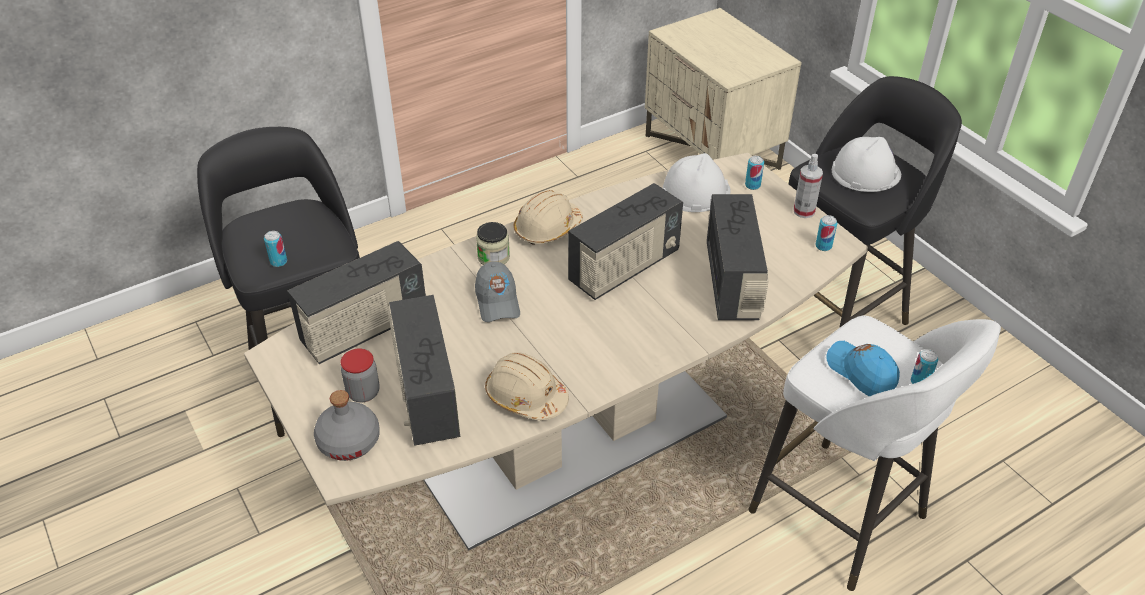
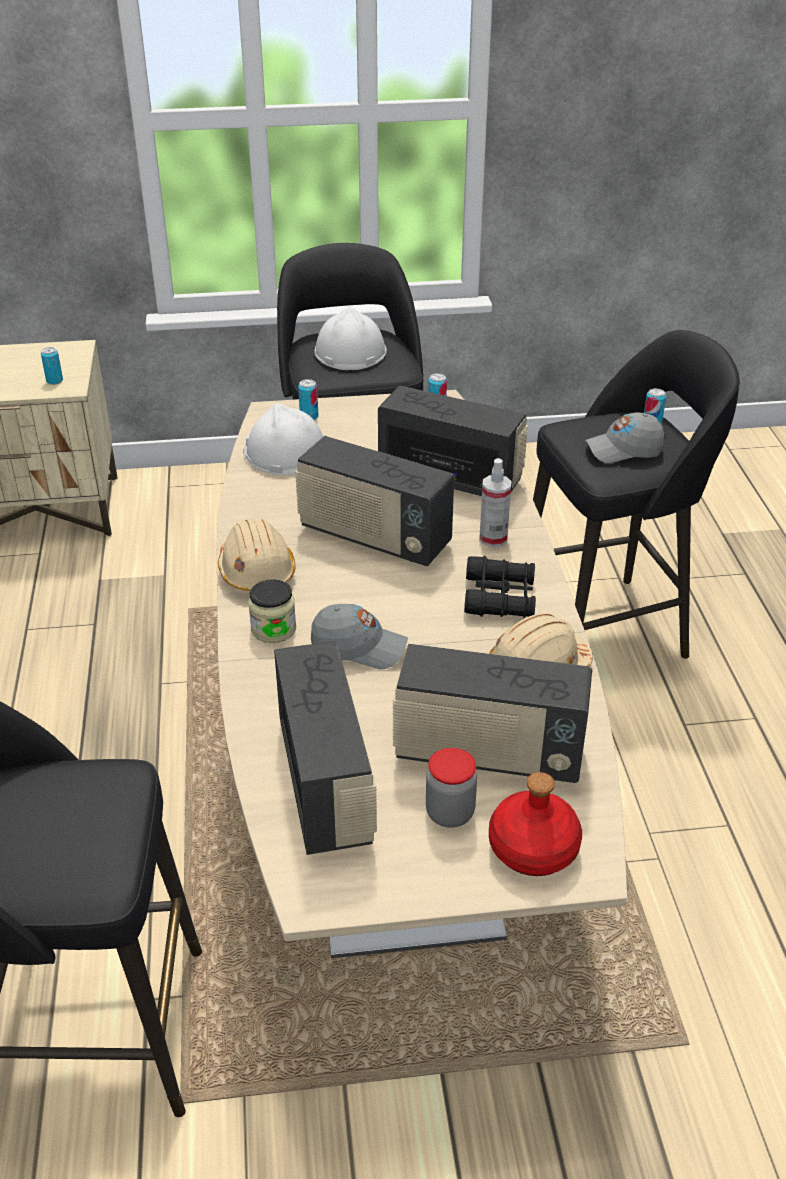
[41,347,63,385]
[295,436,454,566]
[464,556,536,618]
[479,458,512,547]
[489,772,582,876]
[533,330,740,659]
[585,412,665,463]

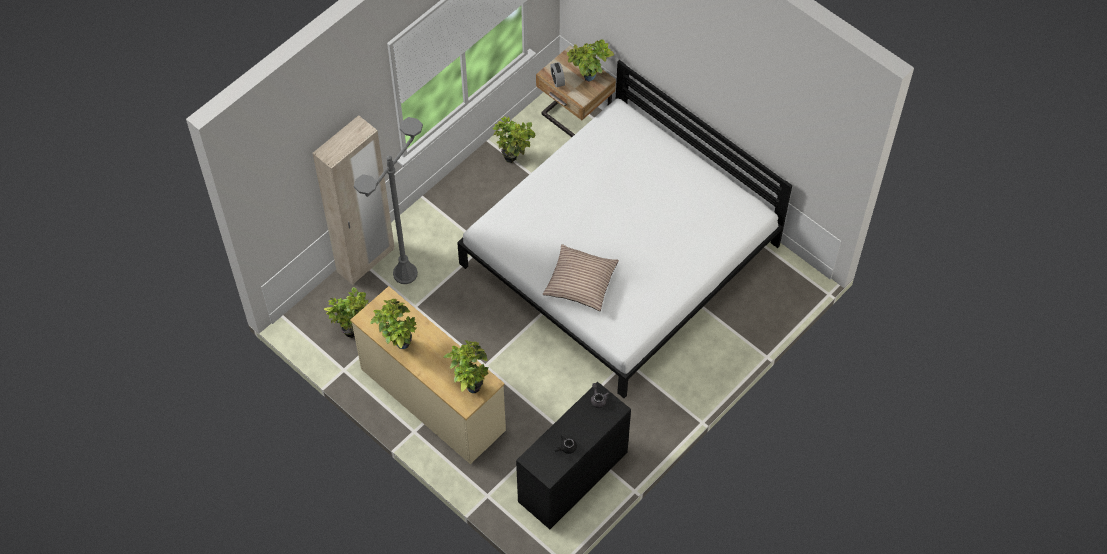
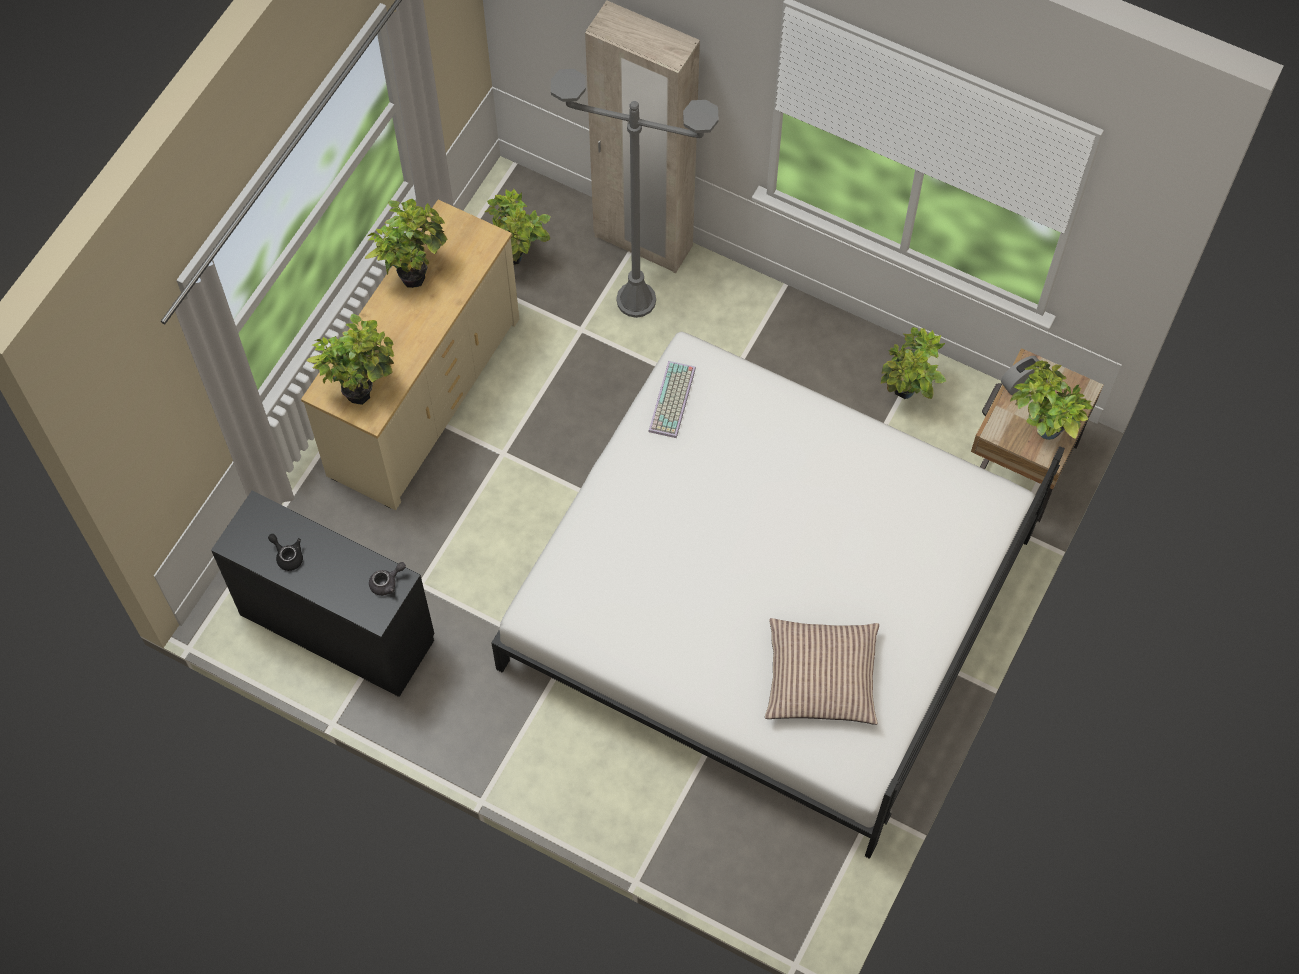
[648,361,696,438]
[765,618,879,725]

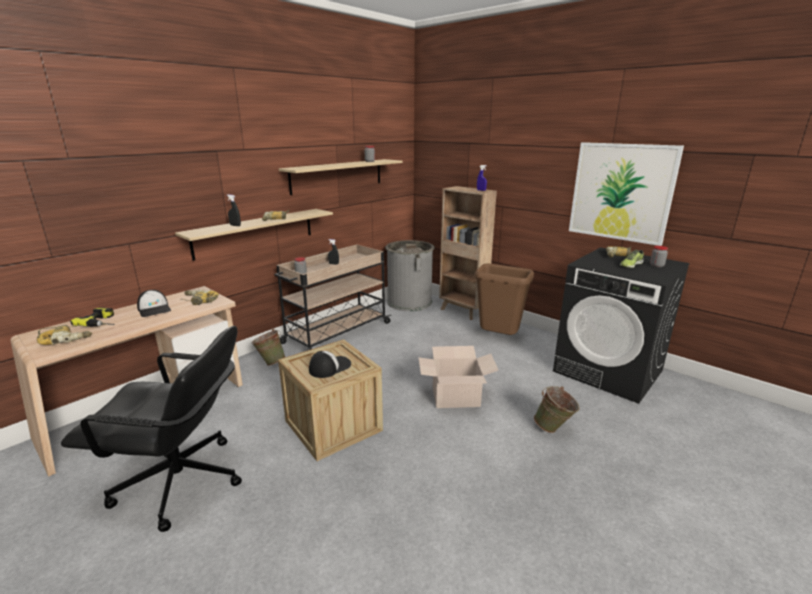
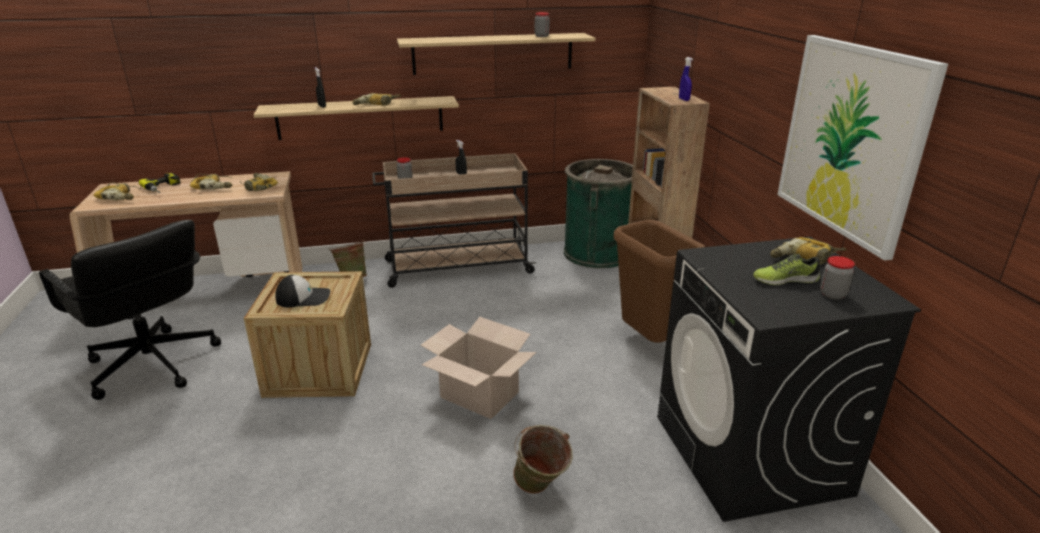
[190,174,232,190]
[564,159,633,269]

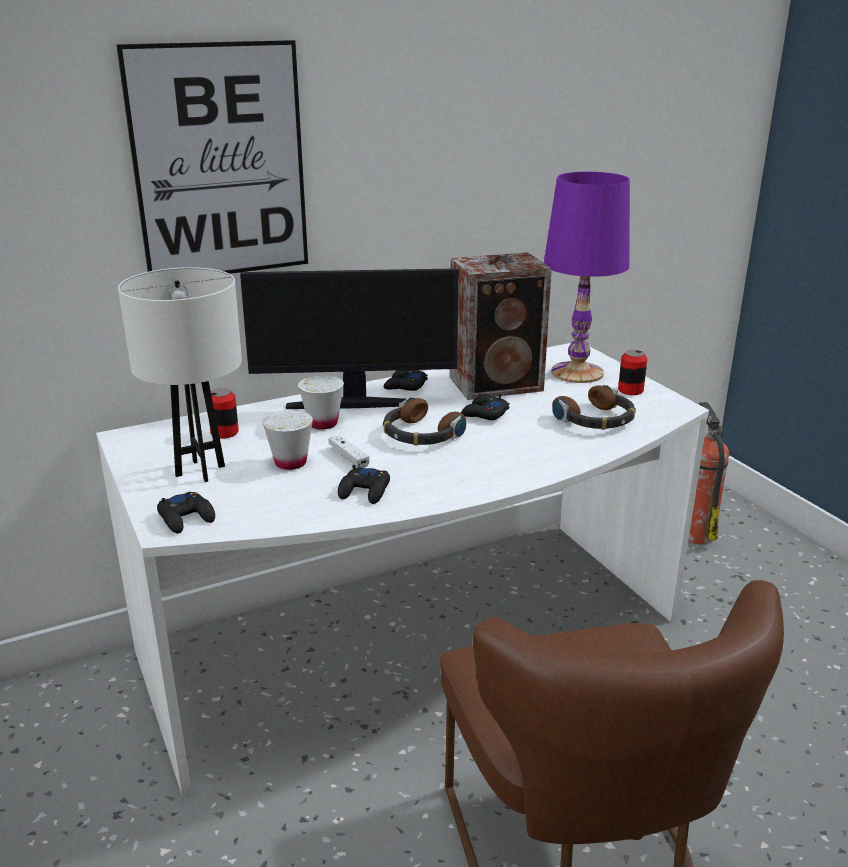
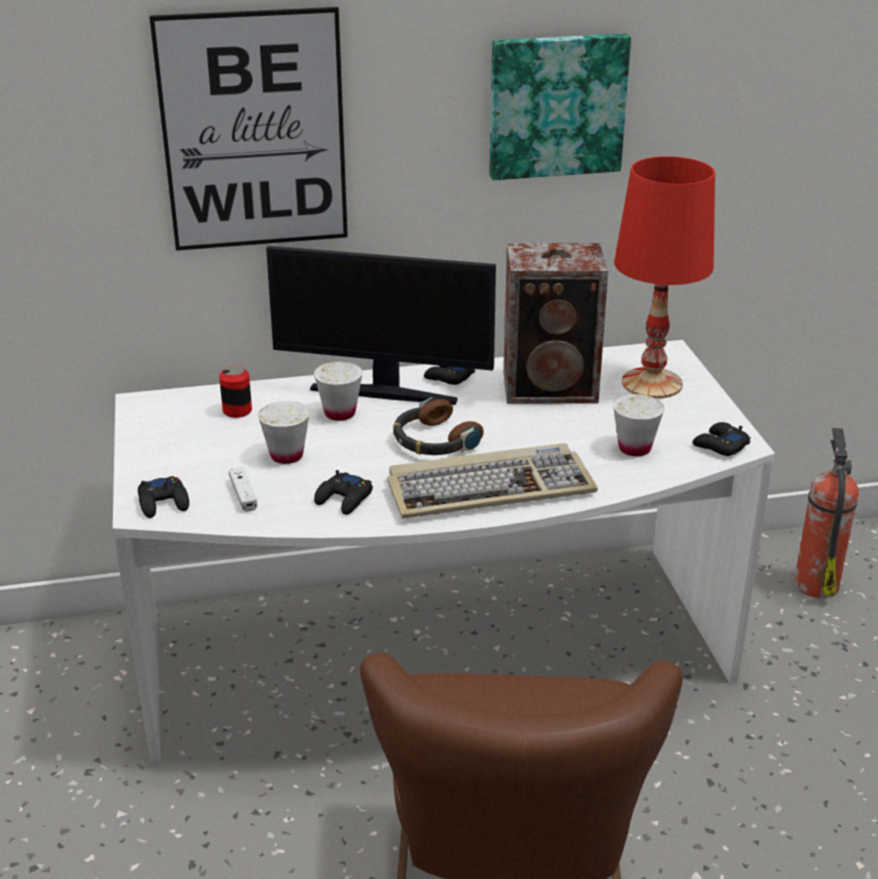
[229,467,257,512]
[387,443,598,519]
[489,34,631,180]
[613,394,665,456]
[614,156,715,399]
[692,422,751,456]
[118,267,242,482] (first image)
[618,350,647,395] (first image)

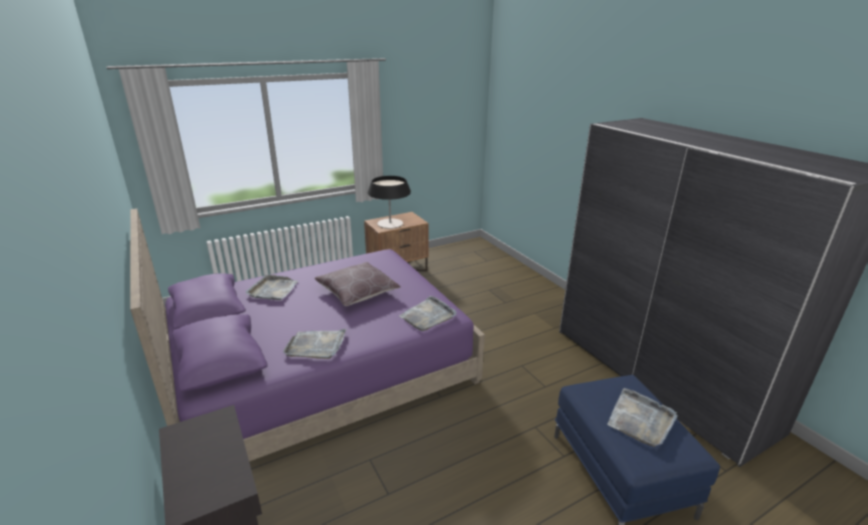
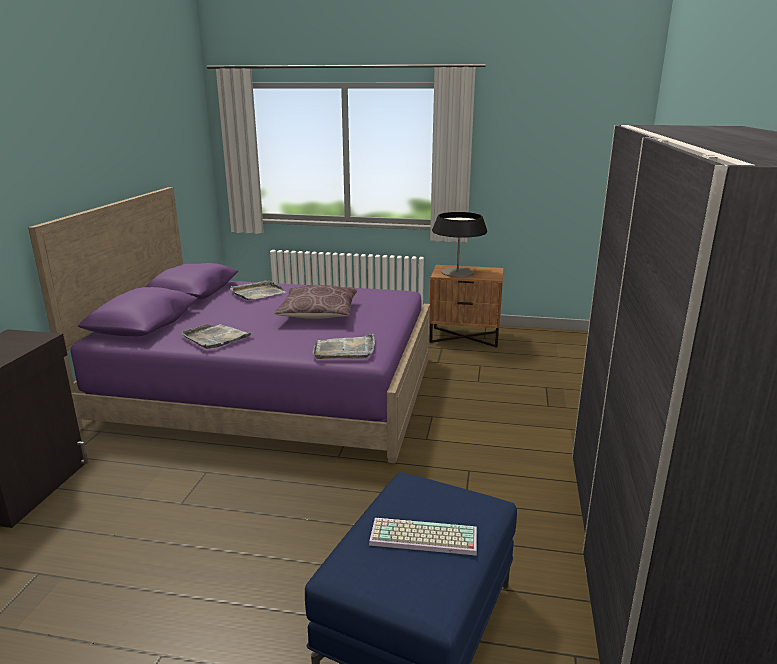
[369,518,477,556]

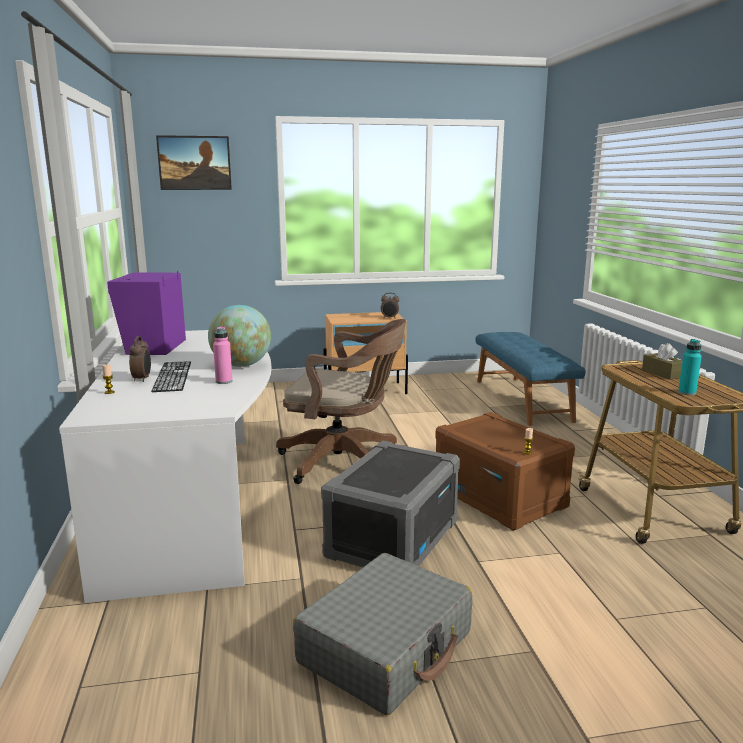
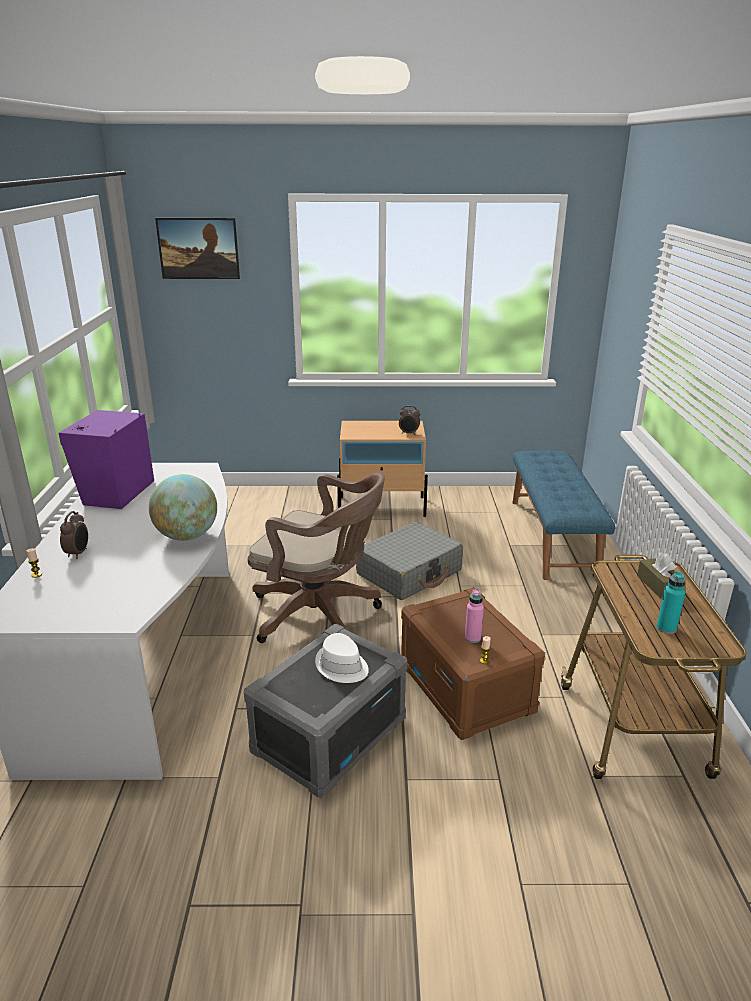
[315,633,369,683]
[356,522,463,600]
[465,589,484,643]
[151,361,191,392] (first image)

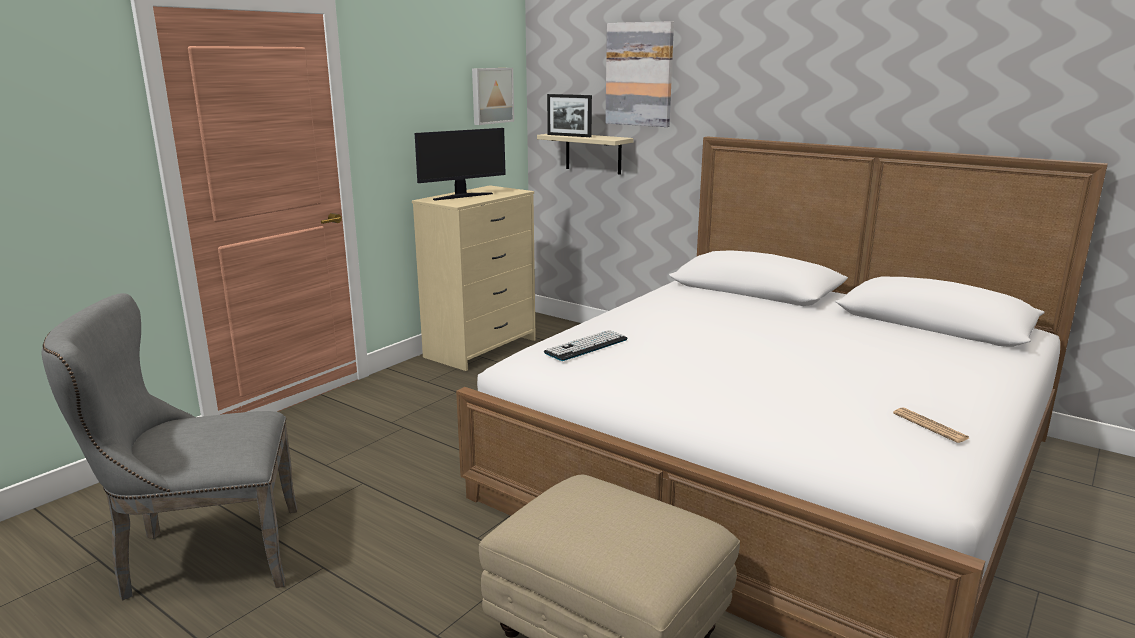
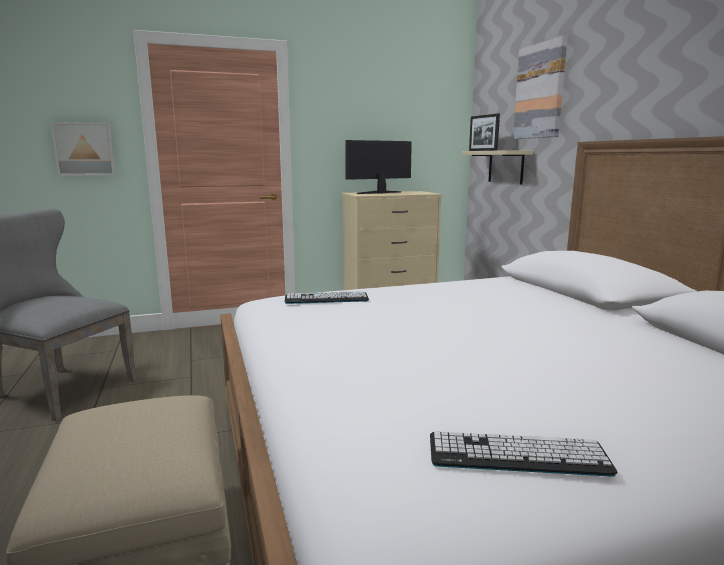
[50,122,116,176]
[345,140,412,194]
[430,431,617,477]

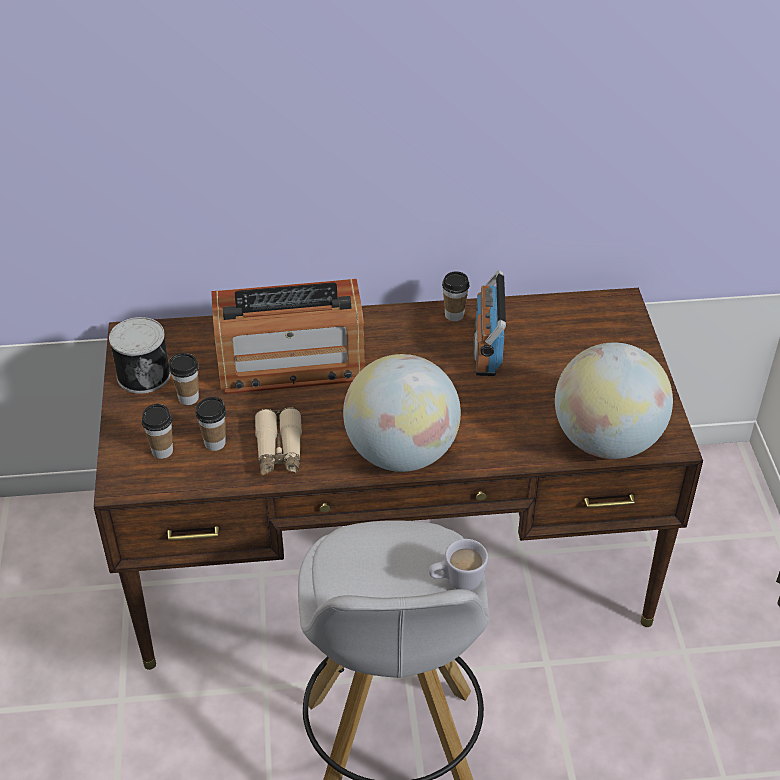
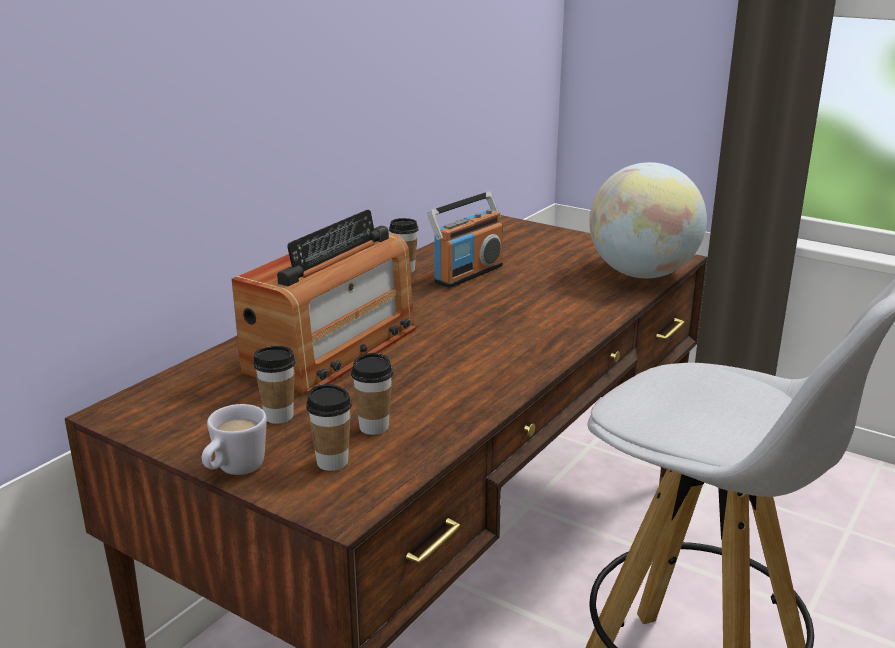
[202,404,267,475]
[427,191,503,288]
[109,317,171,394] (first image)
[255,408,302,475] (first image)
[343,354,461,472] (first image)

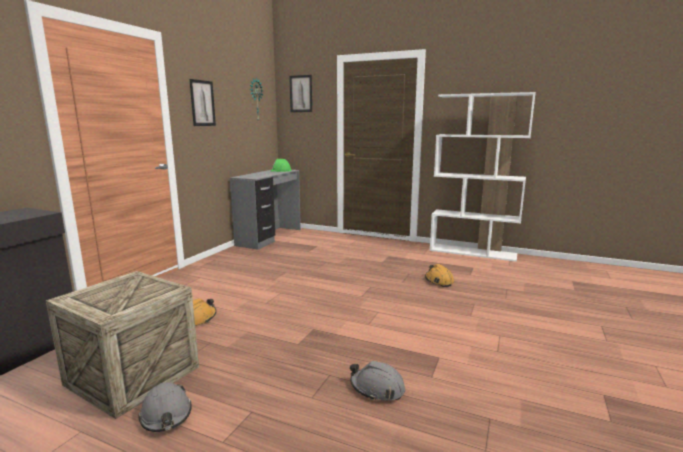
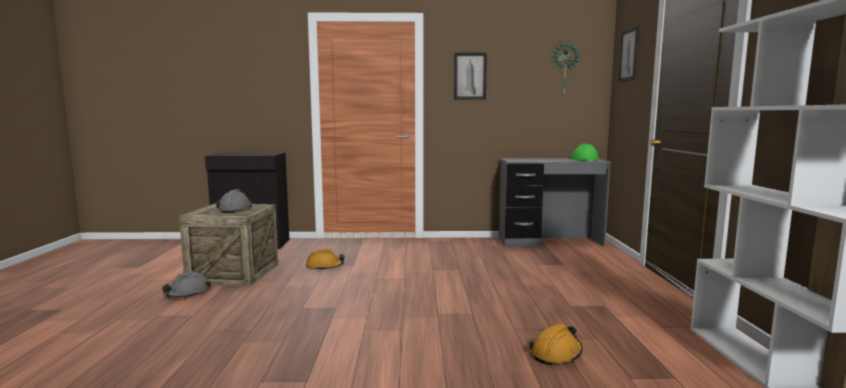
[216,189,252,213]

